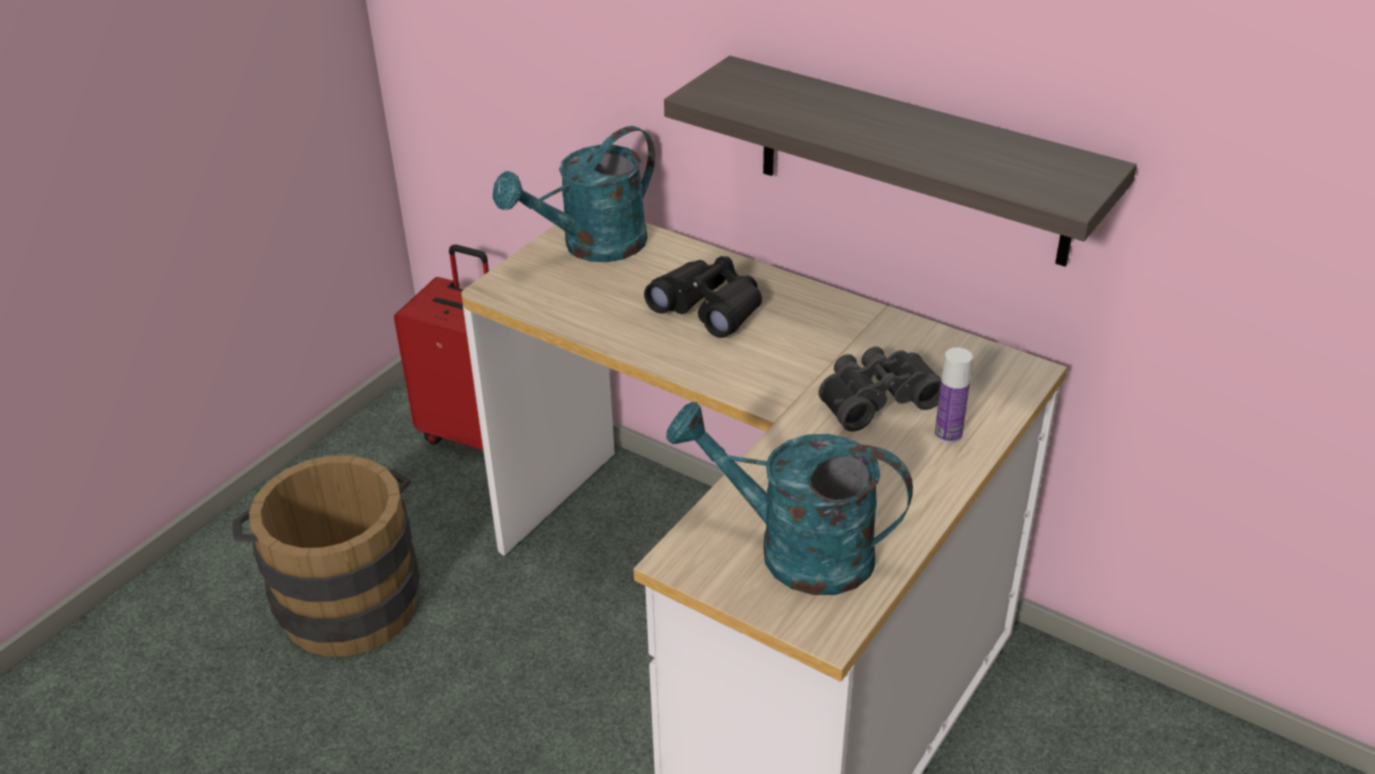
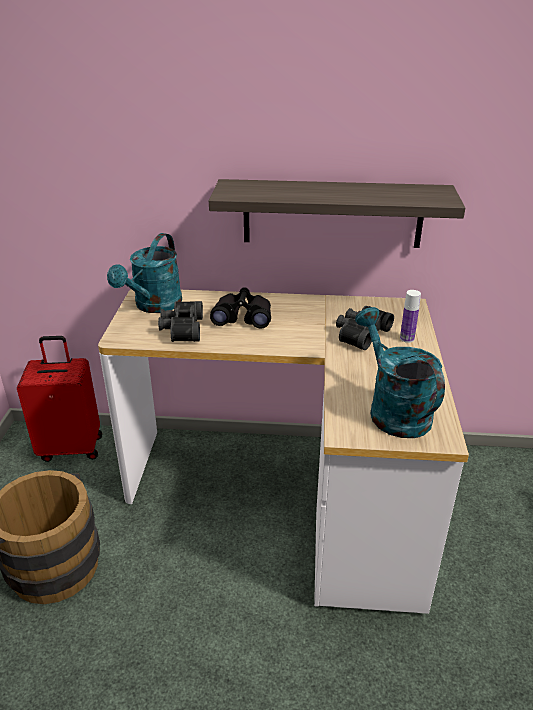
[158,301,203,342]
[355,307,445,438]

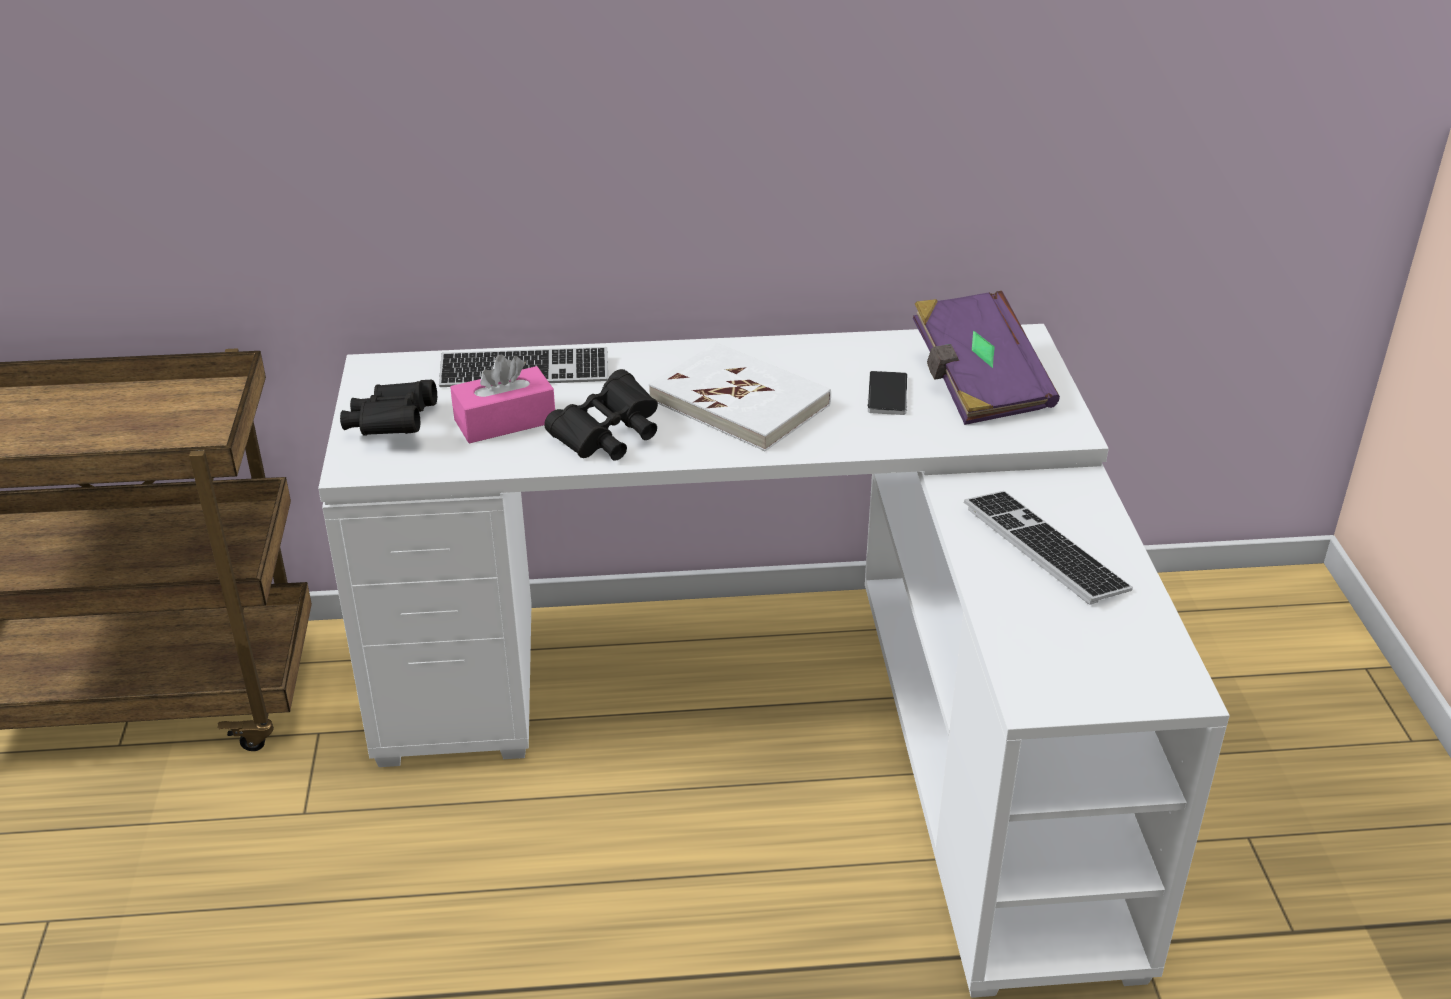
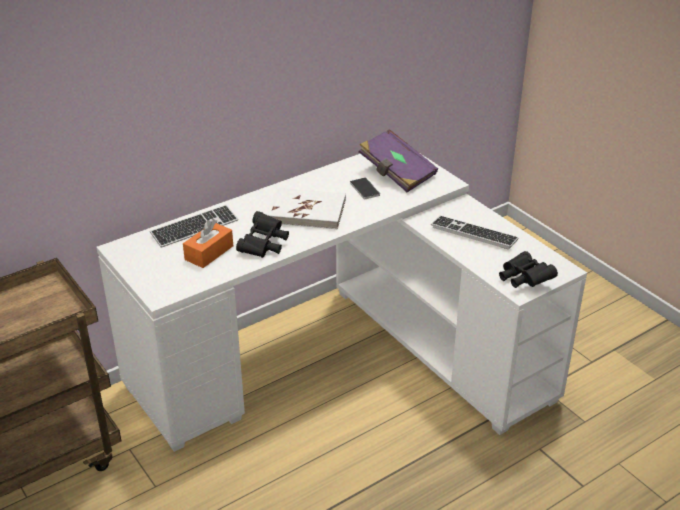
[183,219,233,268]
[499,251,558,288]

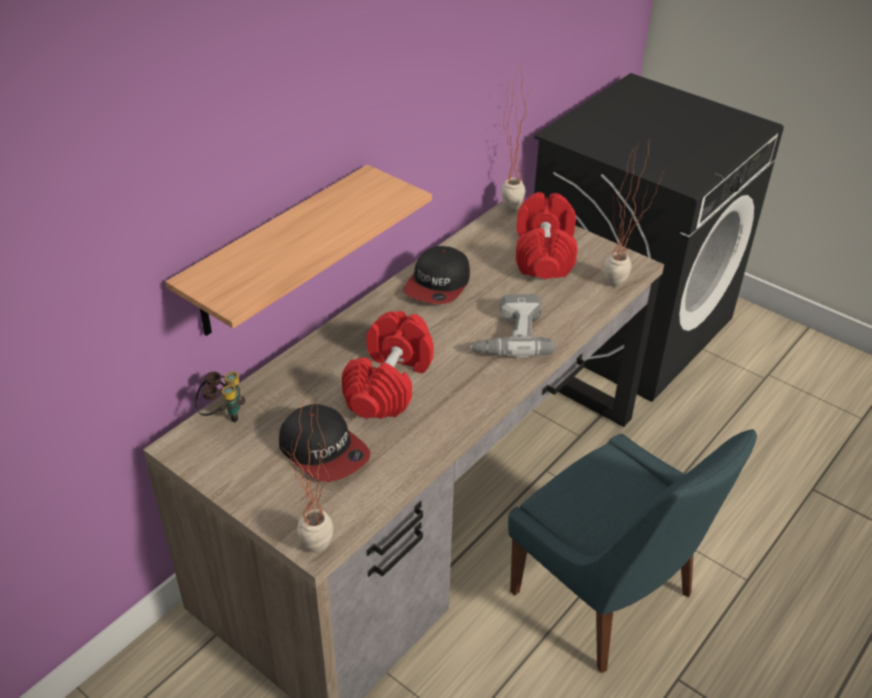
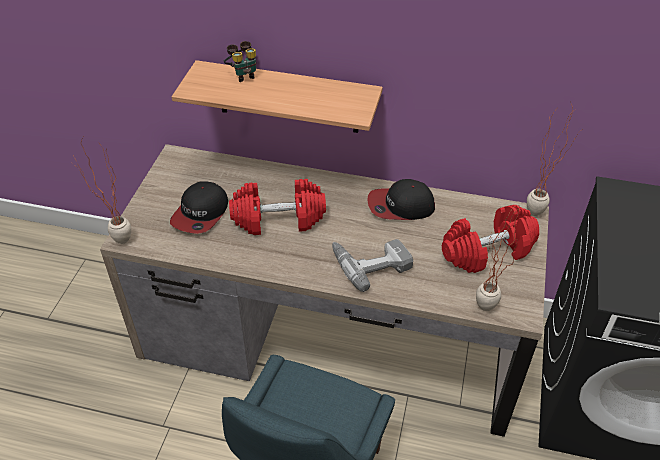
[224,41,256,82]

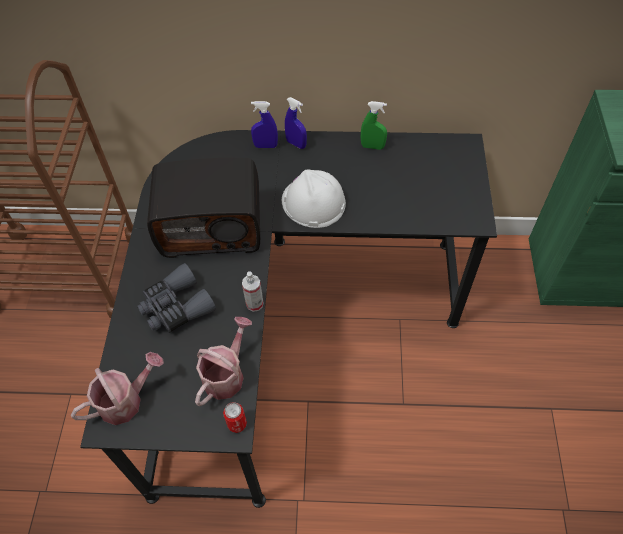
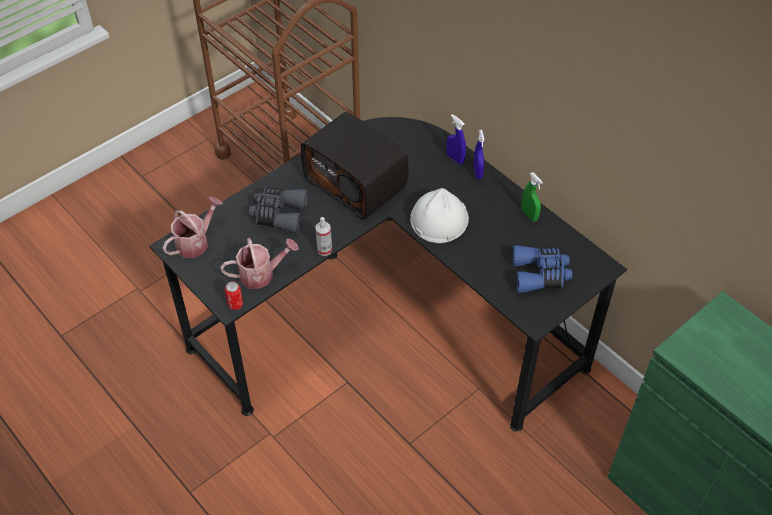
[162,197,223,258]
[512,245,572,293]

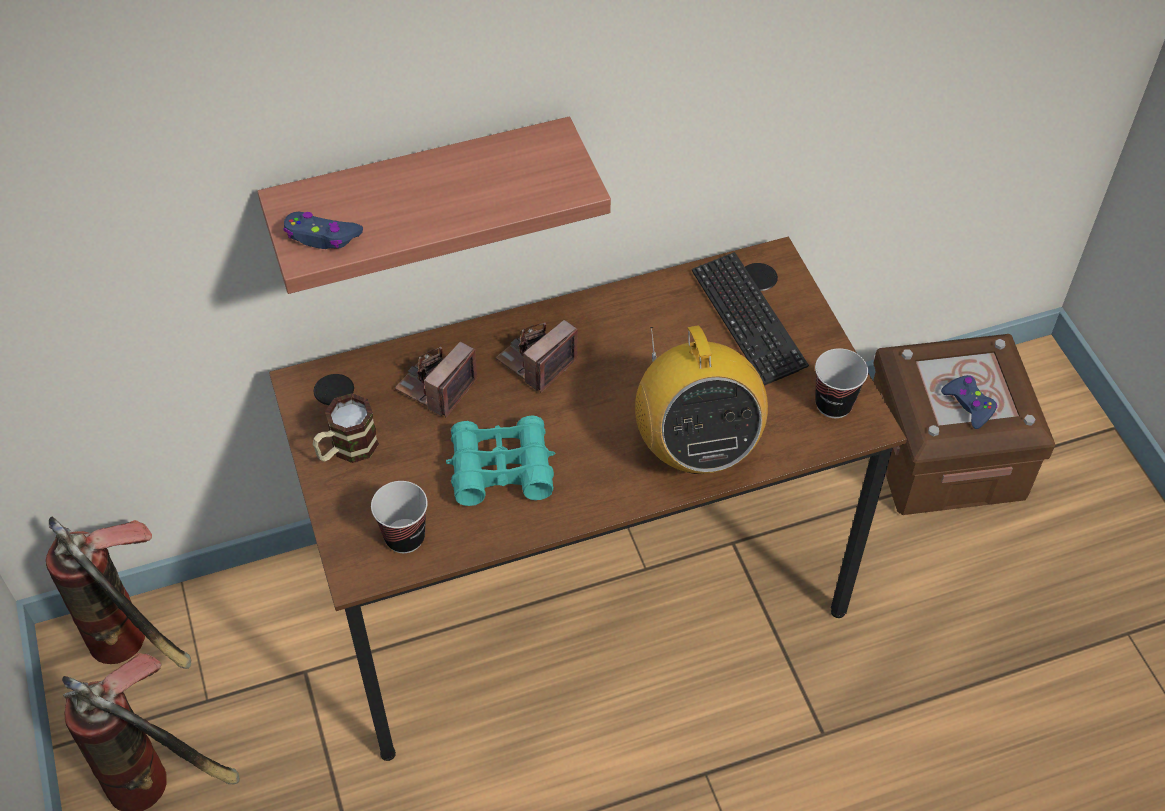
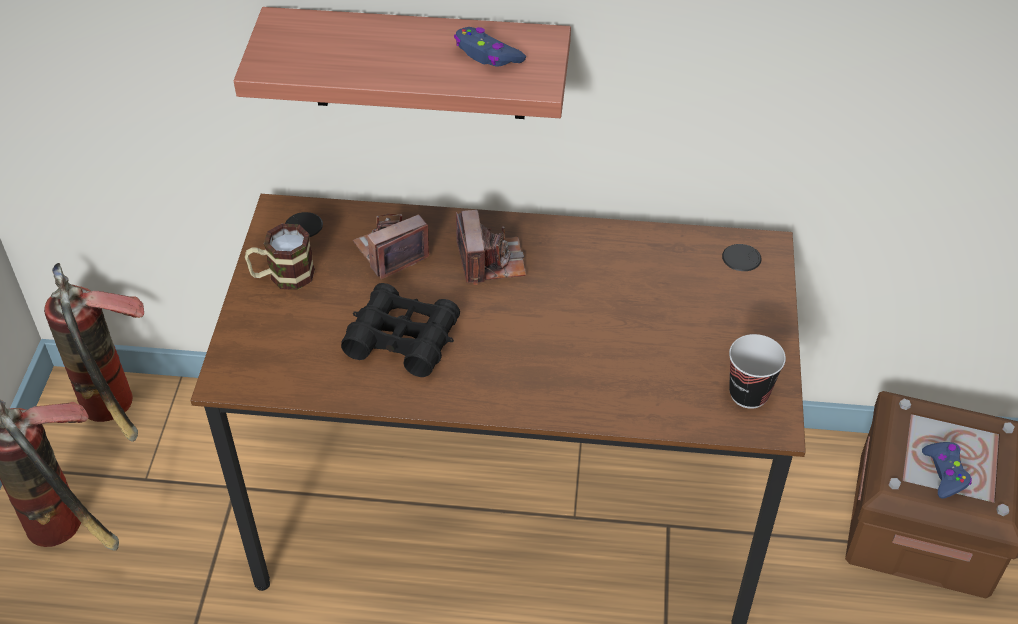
[341,283,460,377]
[454,27,526,67]
[456,210,526,285]
[371,481,428,553] (first image)
[635,325,768,474] (first image)
[692,252,809,386] (first image)

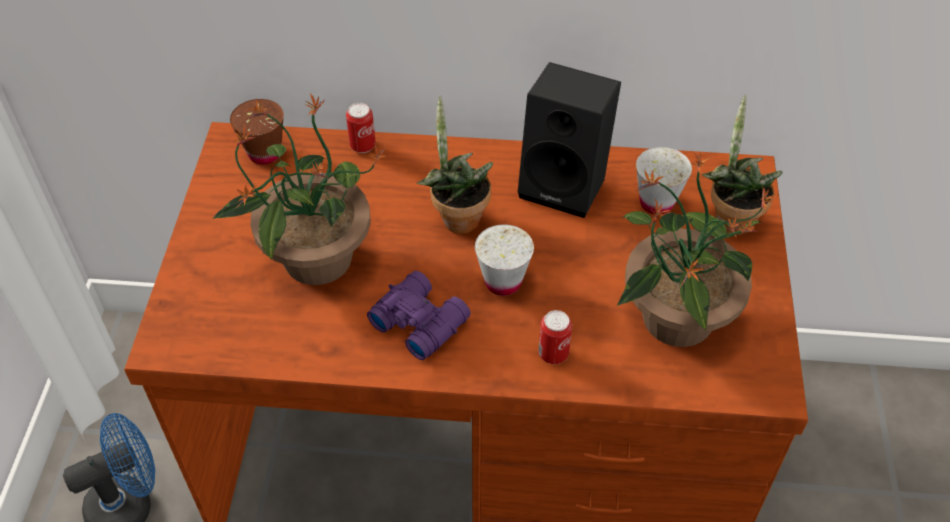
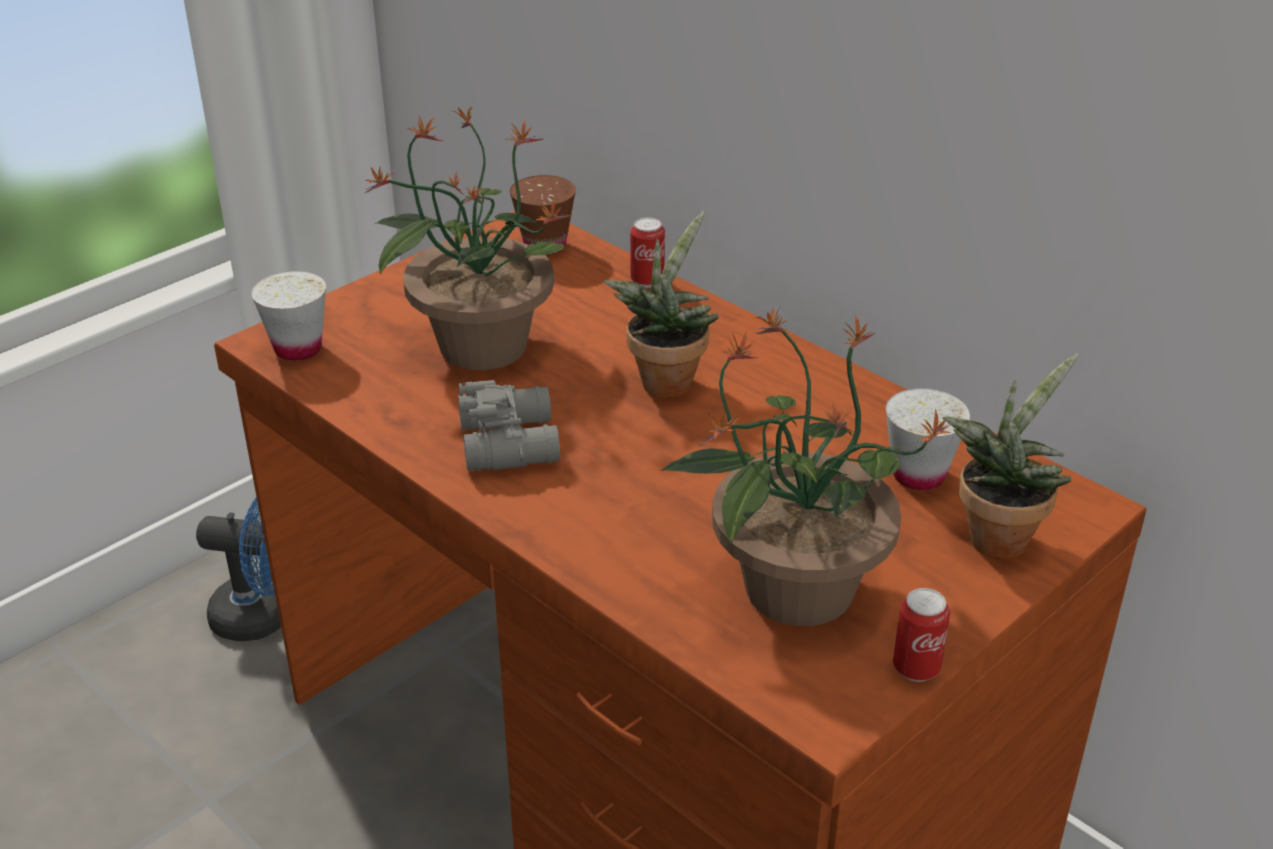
[251,271,326,361]
[458,380,560,471]
[893,588,950,682]
[518,62,621,218] (first image)

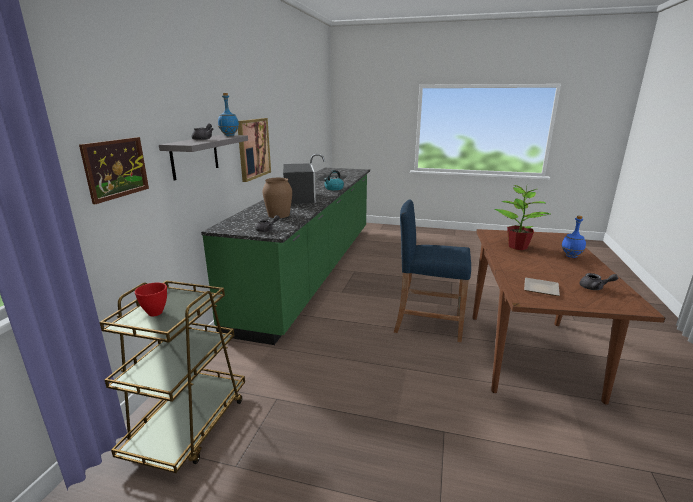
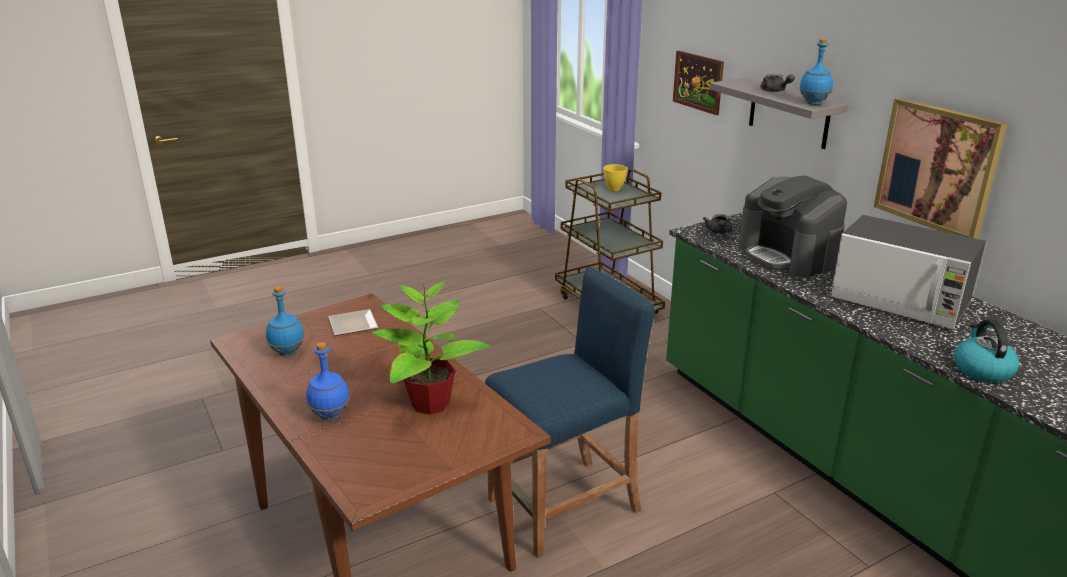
[266,286,305,357]
[603,164,628,191]
[739,175,847,278]

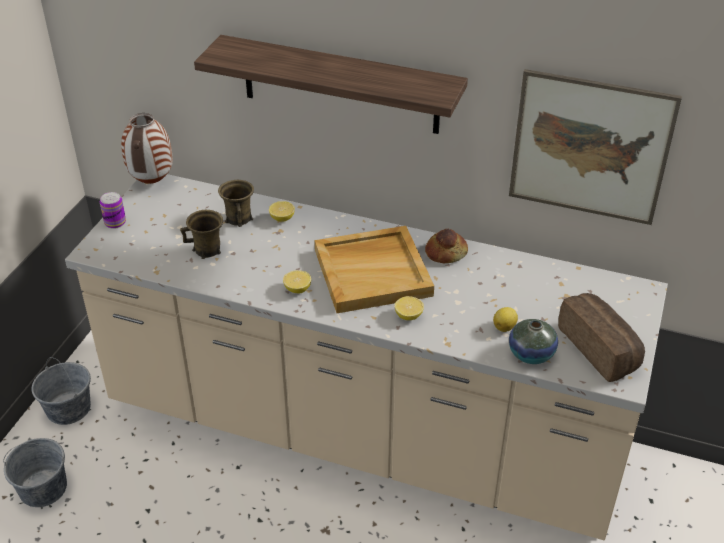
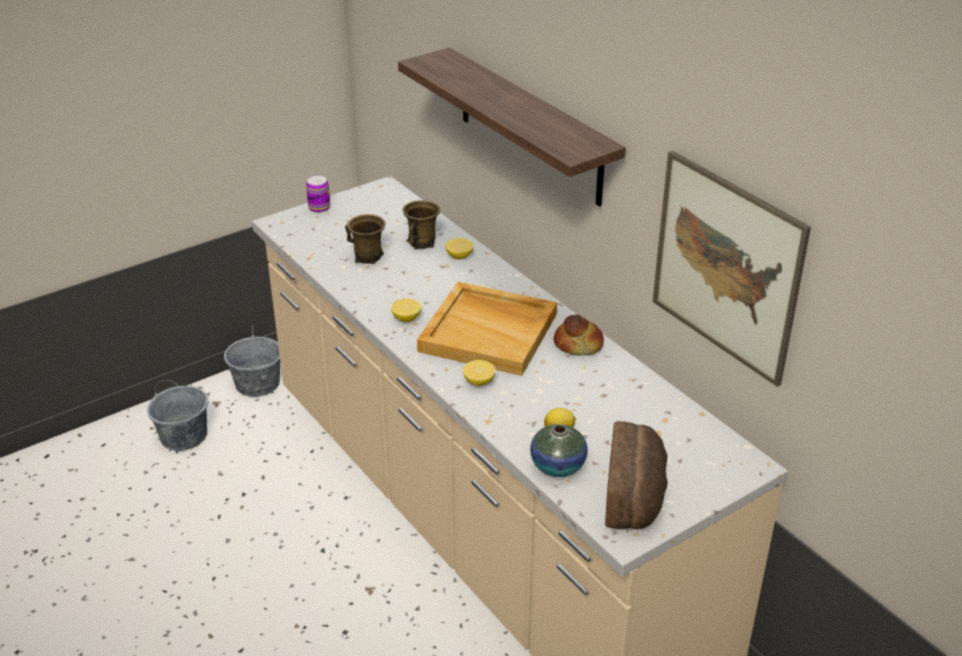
[121,113,173,184] (first image)

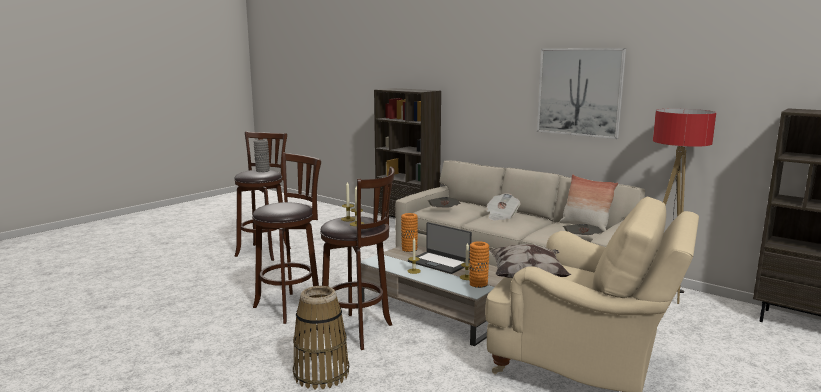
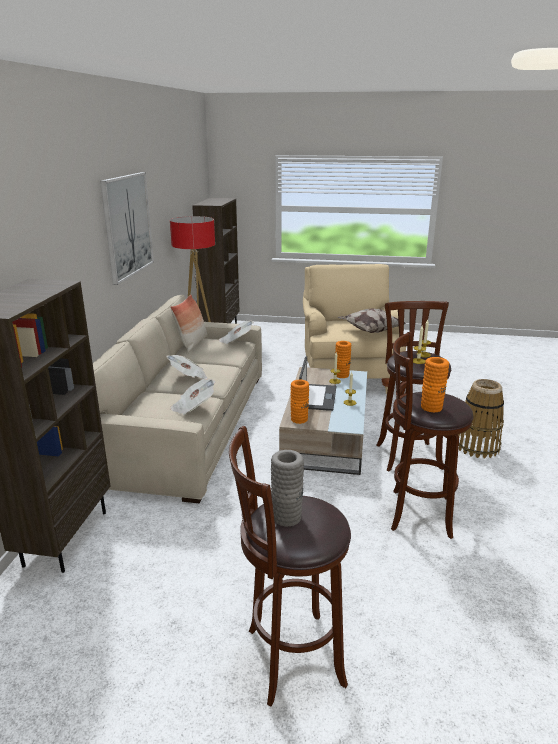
[421,357,449,412]

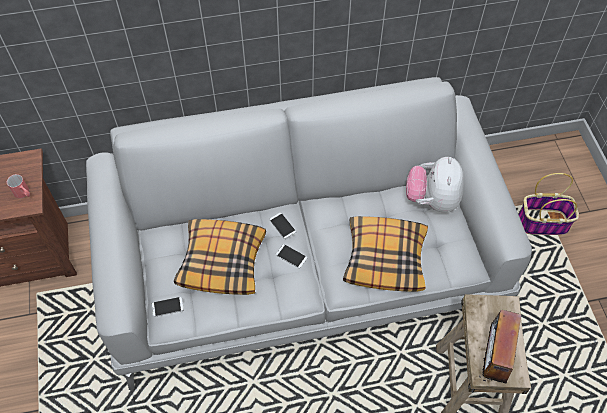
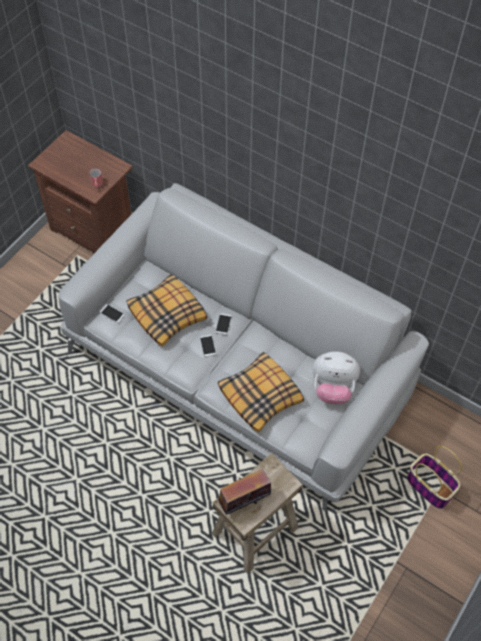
[313,351,360,404]

